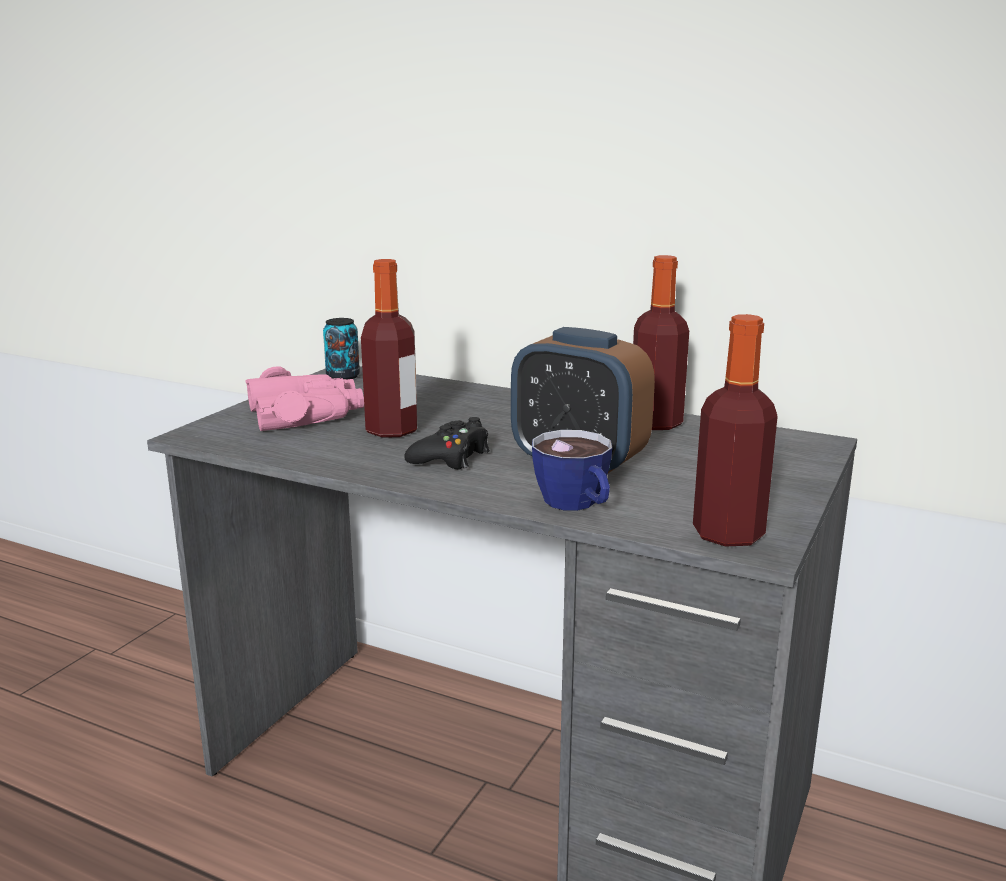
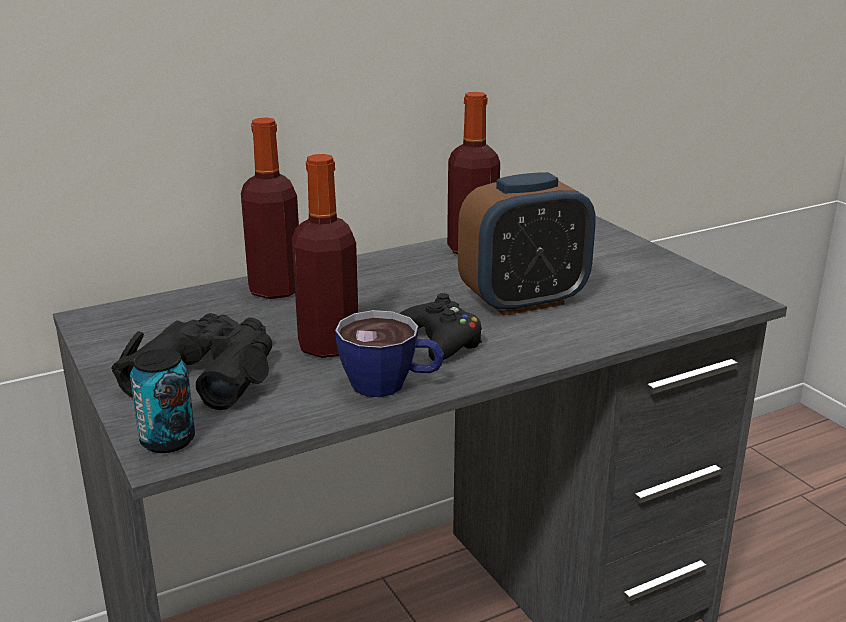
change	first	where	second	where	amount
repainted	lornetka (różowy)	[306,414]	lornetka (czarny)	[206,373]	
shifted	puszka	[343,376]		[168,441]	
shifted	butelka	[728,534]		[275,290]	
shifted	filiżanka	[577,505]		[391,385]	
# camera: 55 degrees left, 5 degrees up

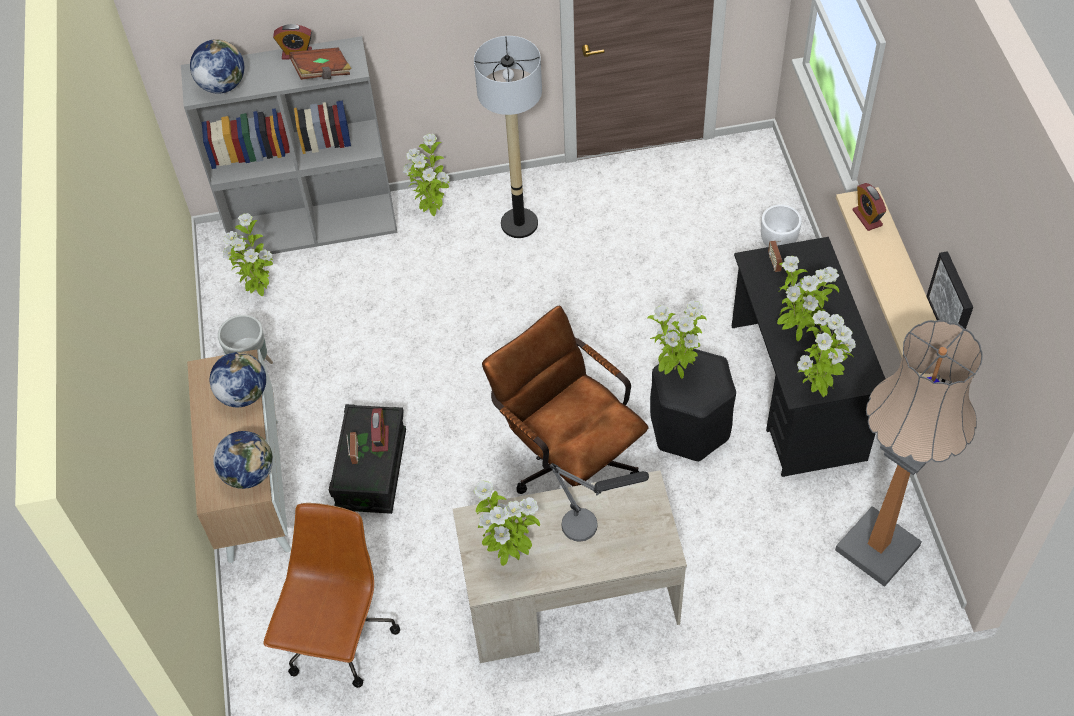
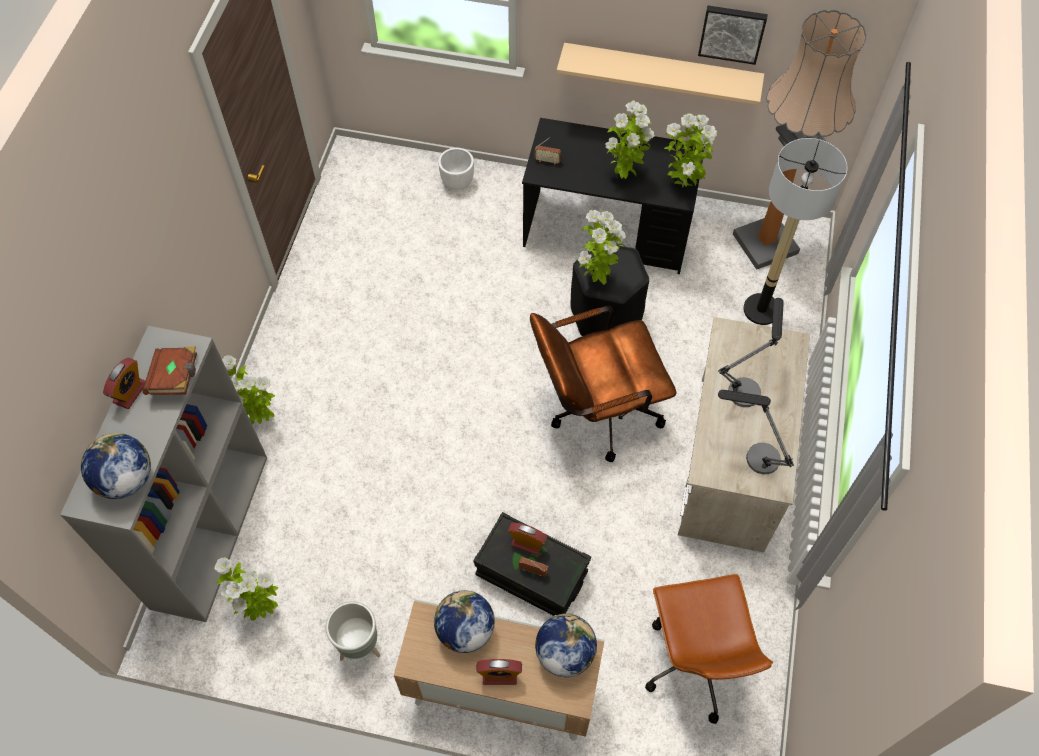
change	first	where	second	where	amount
shifted	budzik	[867,217]		[499,675]	
rotated	krzesło biurowe (brązowy)	[339,638]		[696,661]	135 degrees counterclockwise
swapped	roślina doniczkowa	[508,554]	lampa stołowa	[752,455]	
shifted	lampa stojąca	[519,223]		[761,309]	
# camera: 70 degrees left, 5 degrees up

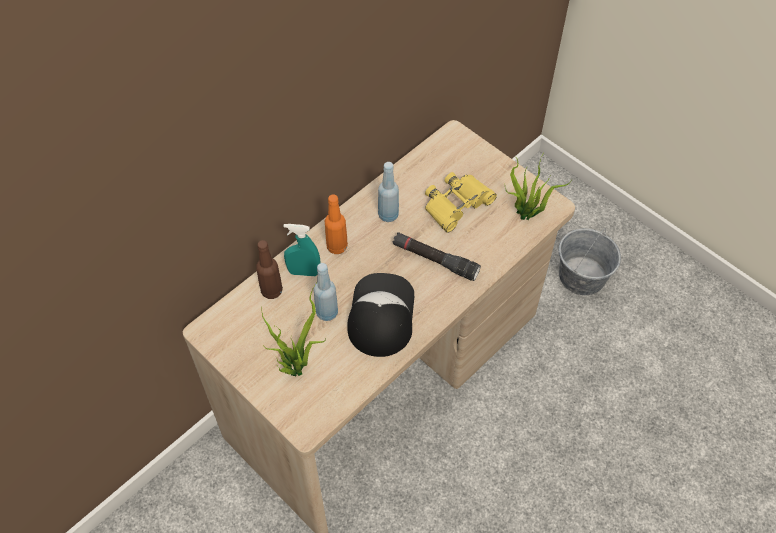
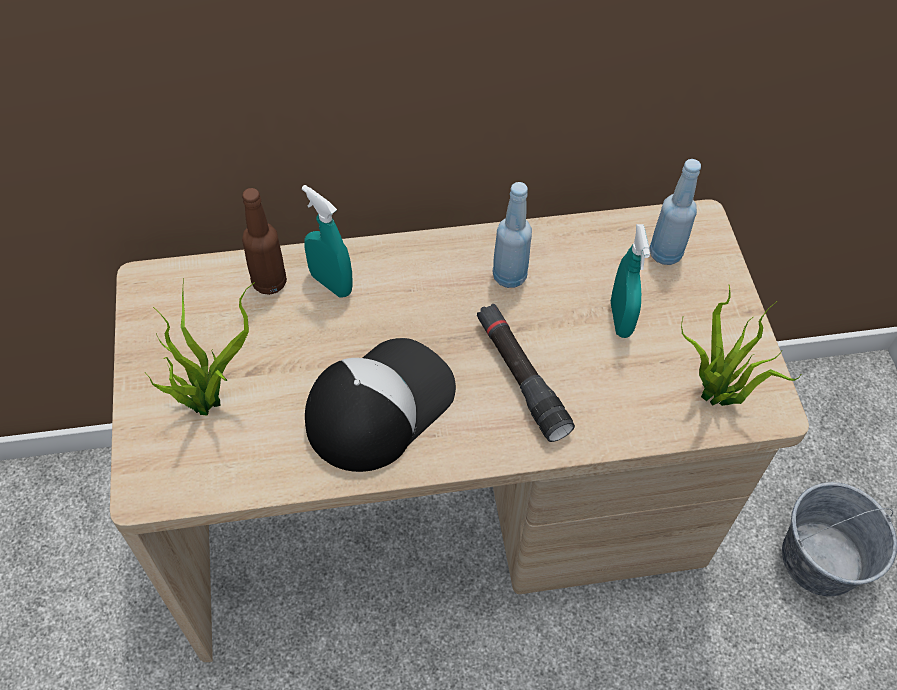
change	first	where	second	where	amount
swapped	lornetka (żółty)	[457,204]	spryskiwacz (turkusowy)	[620,319]	
shifted	butelka (niebieski)	[327,312]		[665,253]	
gone	butelka (pomarańczowy)	[336,247]			
# camera: 35 degrees right, 0 degrees up

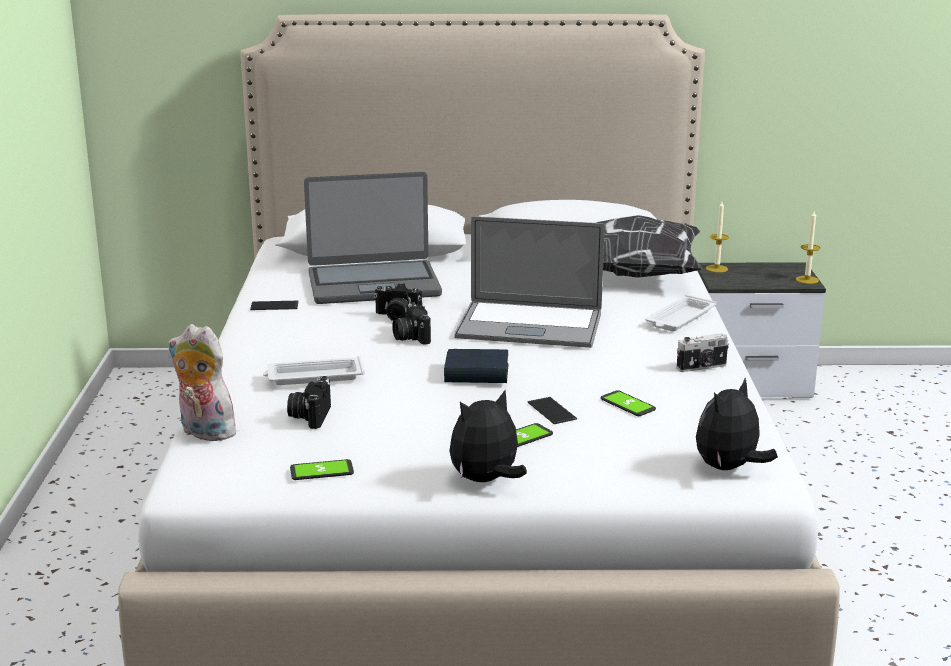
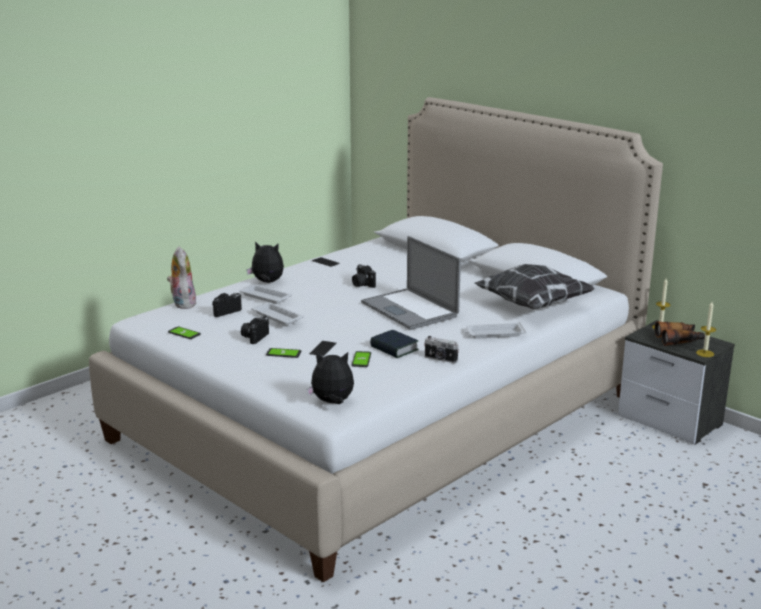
change	first	where	second	where	amount
shifted	aparat fotograficzny	[410,337]		[254,337]	
shifted	pluszak	[486,481]		[267,282]	
new			taca (biały)	[276,317]	
shifted	książka	[476,374]		[394,348]	
new			lornetka	[679,340]	
gone	laptop	[373,284]			
# camera: 45 degrees right, 0 degrees up

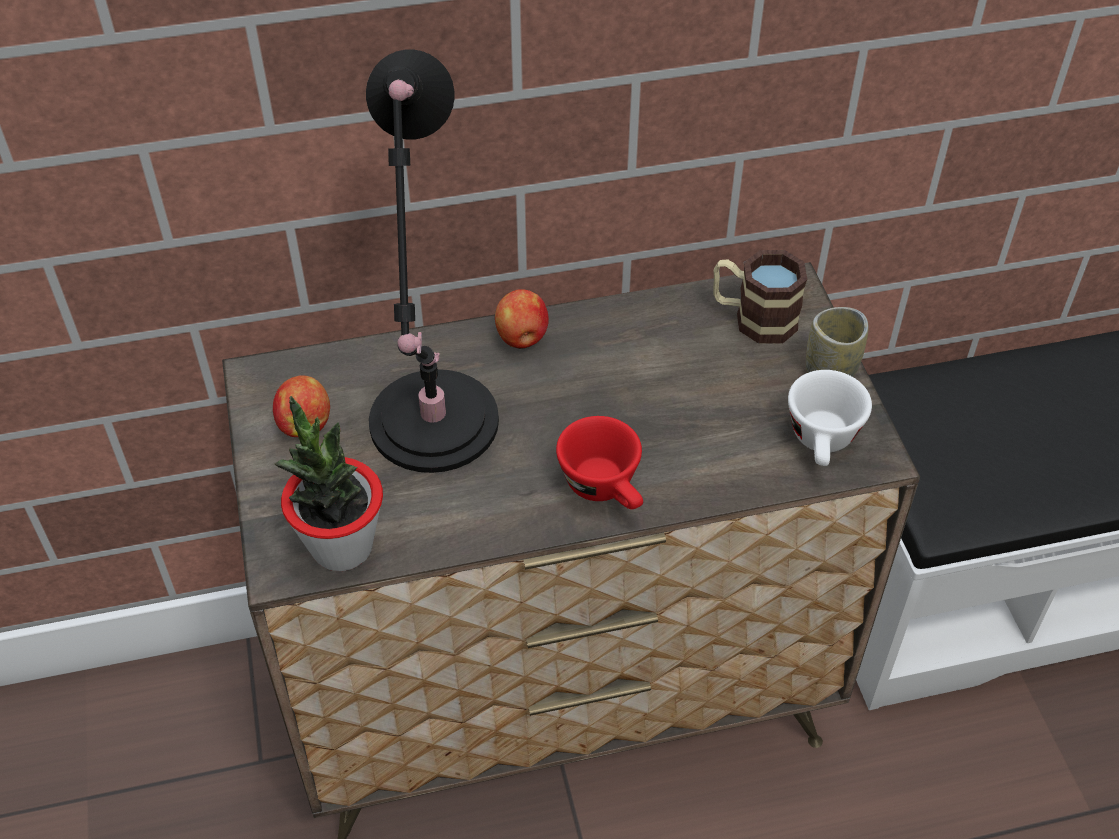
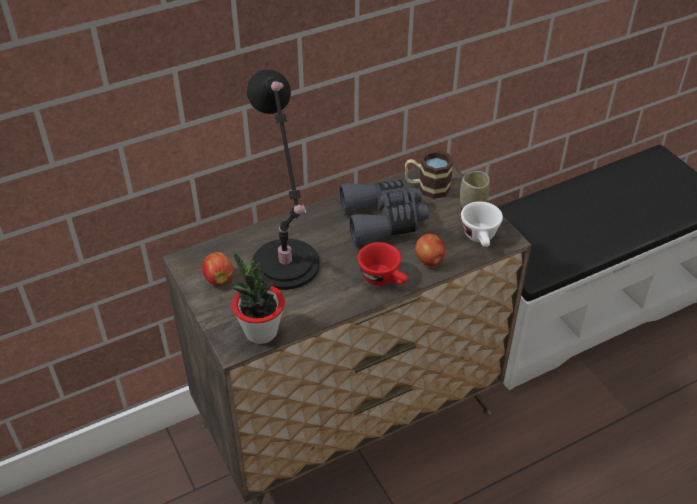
change	first	where	second	where	amount
new			lornetka (szary)	[383,220]	
shifted	jabłko	[522,338]		[429,260]	
# camera: 15 degrees left, 5 degrees down

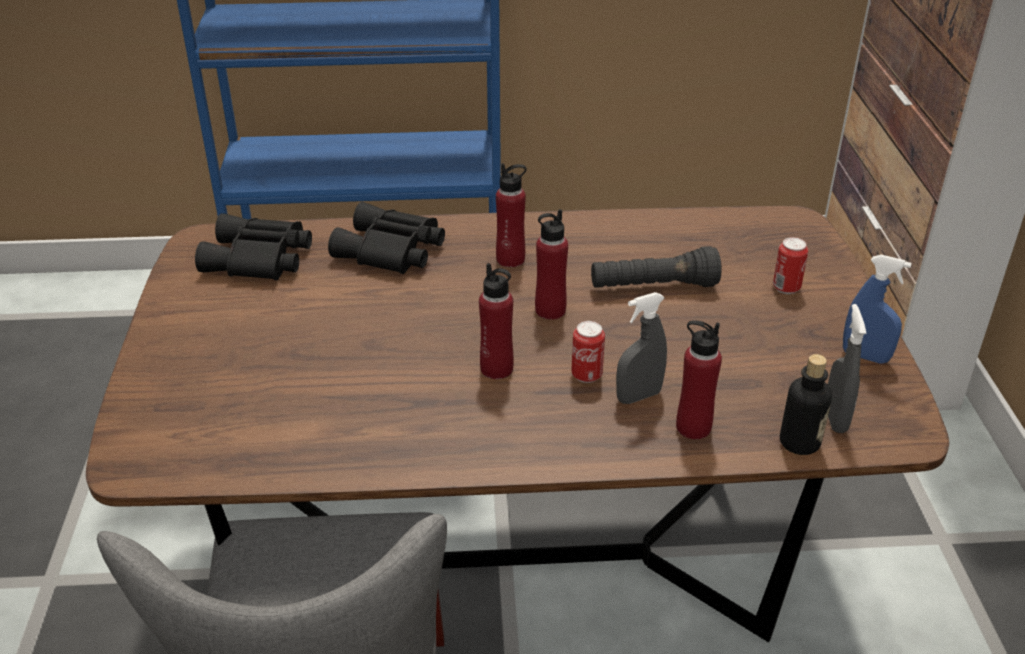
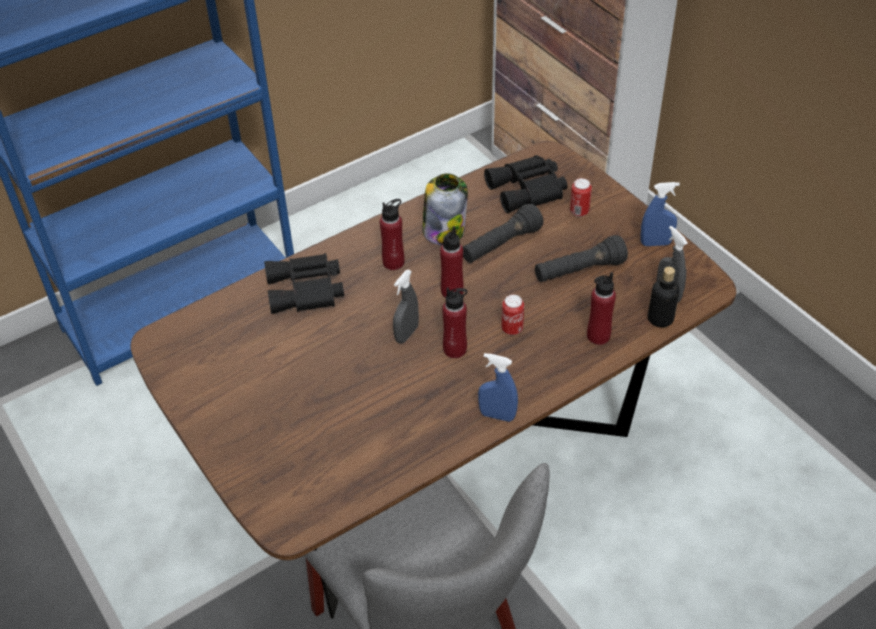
change	first	where	second	where	amount
shifted	spryskiwacz (szary)	[638,396]		[406,334]	
new			słoik	[444,230]	
new			spryskiwacz (niebieski)	[497,415]	
shifted	lornetka (czarny)	[259,260]		[528,190]	
new			latarka (czarny)	[579,271]	
# camera: 30 degrees left, 10 degrees up

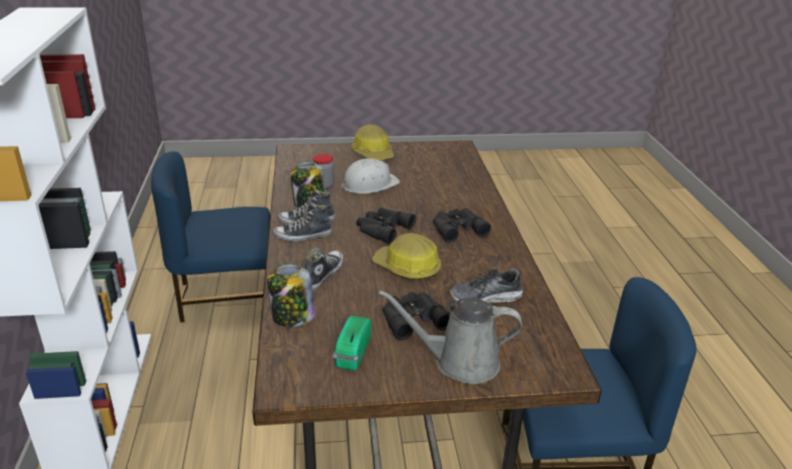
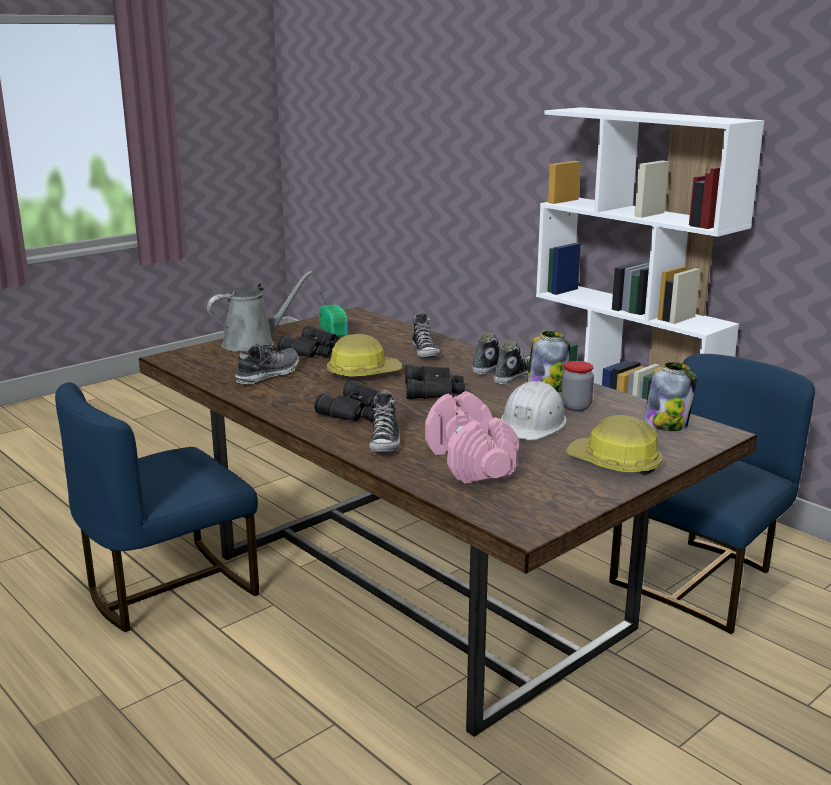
change	first	where	second	where	amount
new			but	[385,443]	
new			hantel (różowy)	[469,462]	
shifted	słoik	[292,317]		[666,424]	
# camera: 145 degrees right, 10 degrees down

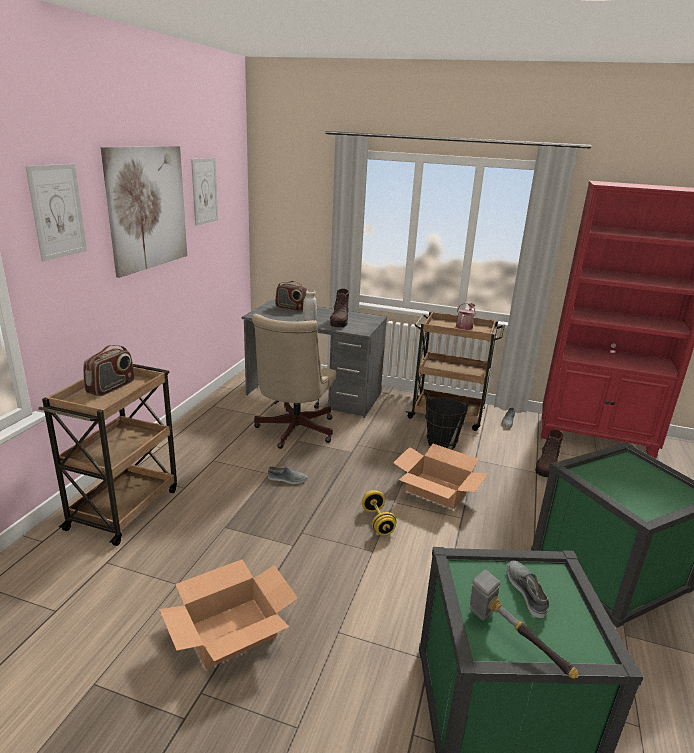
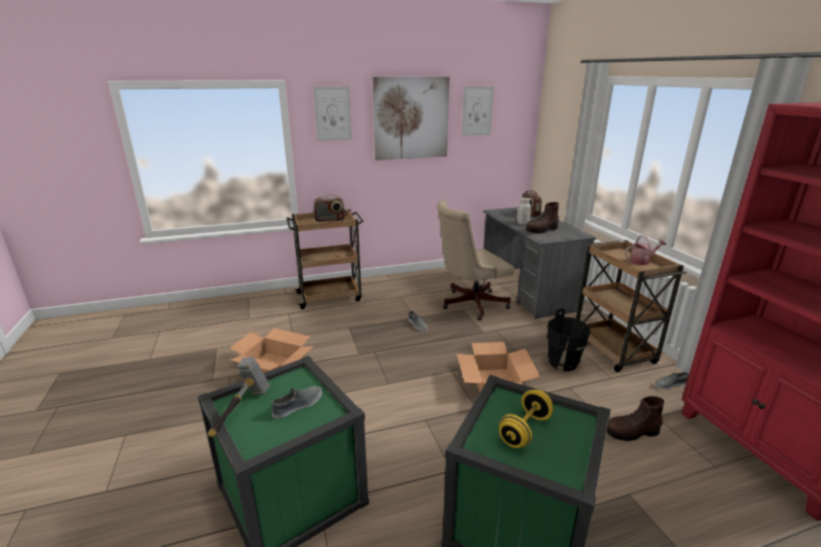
change	first	where	second	where	amount
shifted	hantel (żółty)	[377,522]		[524,430]	
# camera: 55 degrees right, 0 degrees up

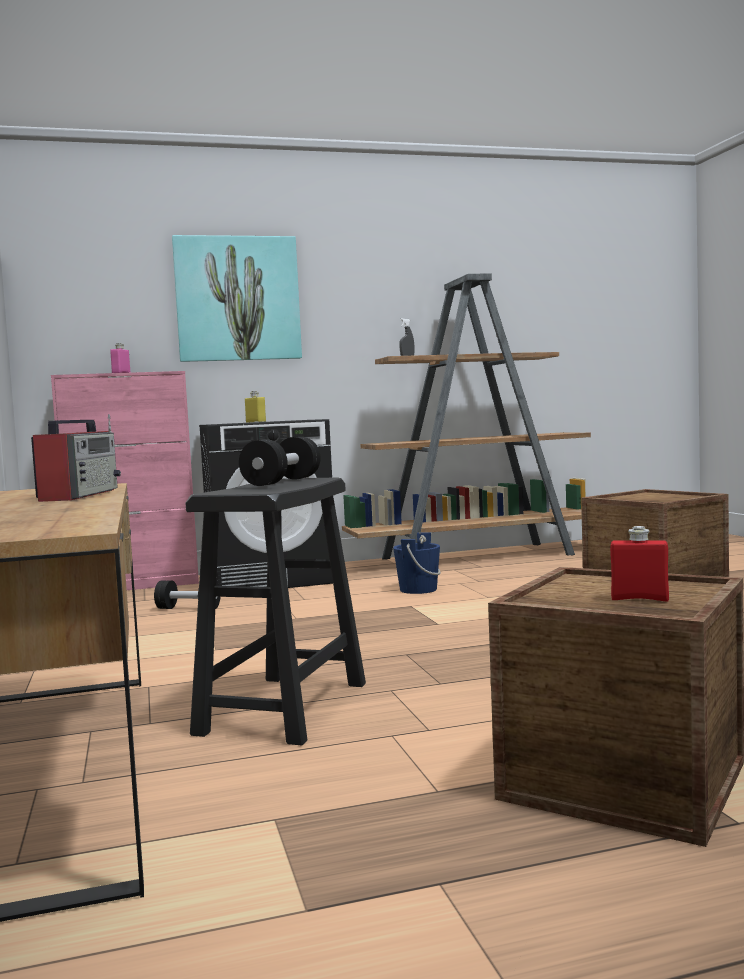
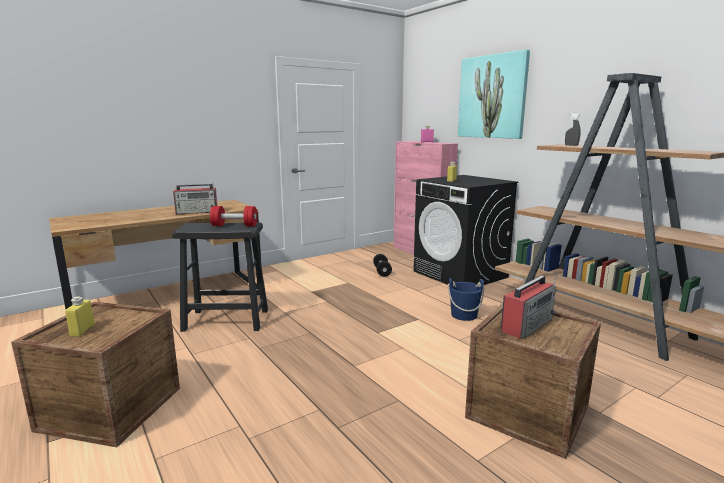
change	first	where	second	where	amount
repainted	butelka (czerwony)	[639,599]	butelka (żółty)	[82,330]	
repainted	hantel (czarny)	[282,482]	hantel (czerwony)	[234,226]	
new			radio	[527,325]	
# camera: 70 degrees right, 10 degrees up

